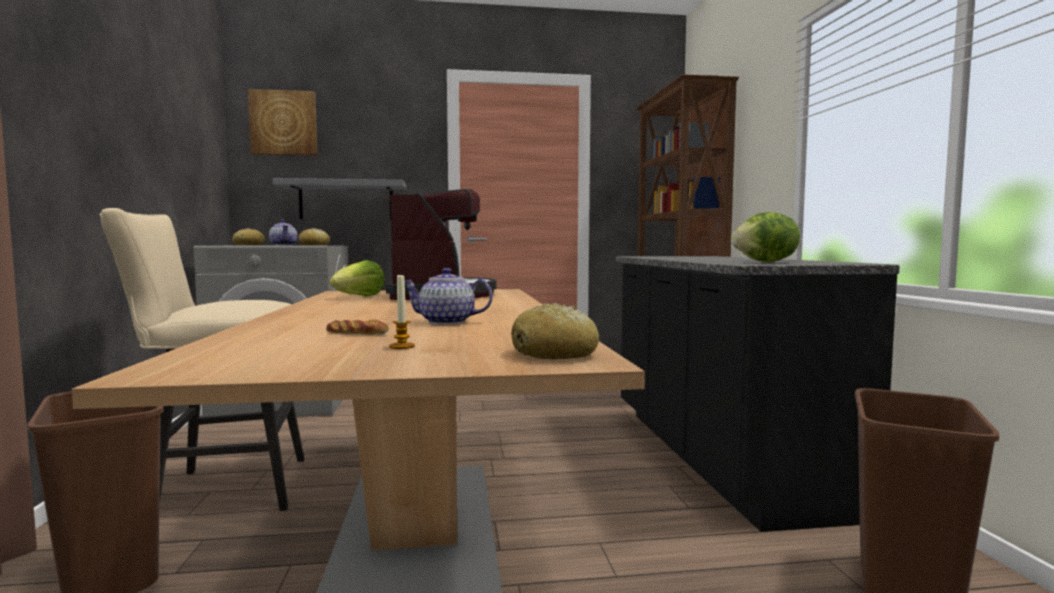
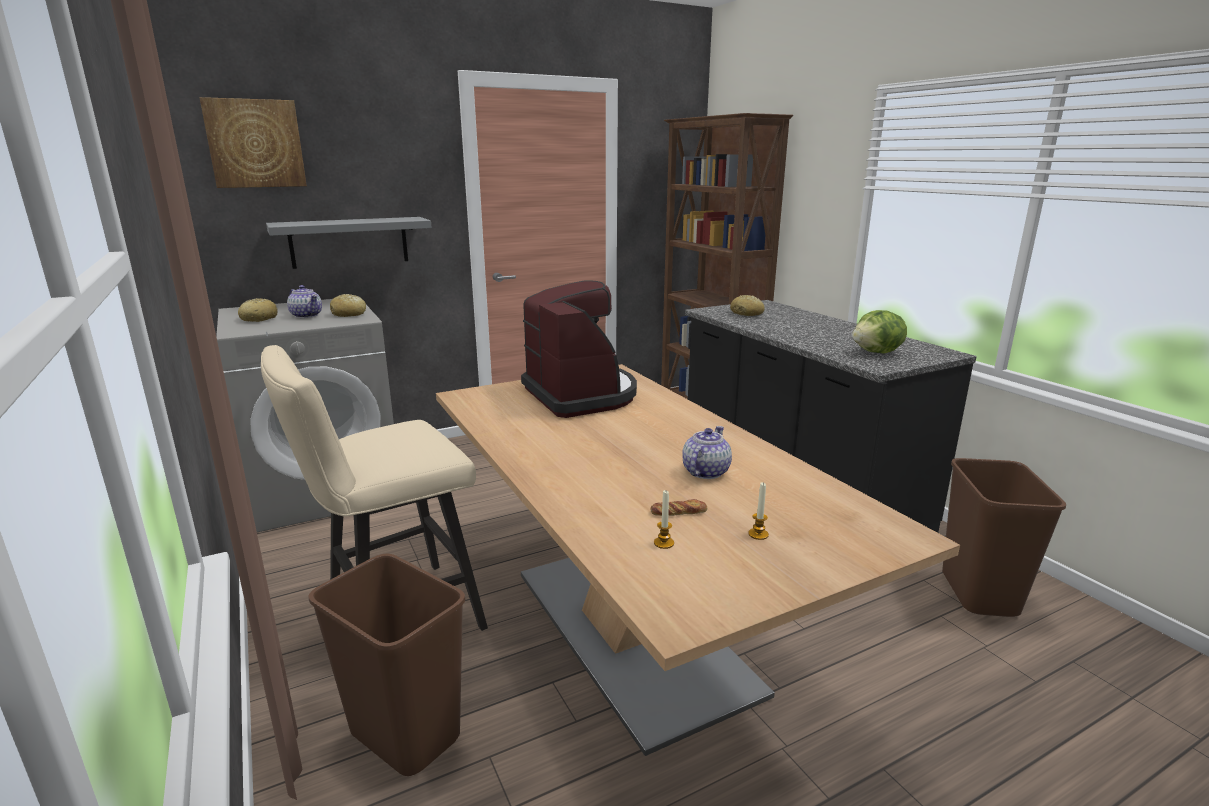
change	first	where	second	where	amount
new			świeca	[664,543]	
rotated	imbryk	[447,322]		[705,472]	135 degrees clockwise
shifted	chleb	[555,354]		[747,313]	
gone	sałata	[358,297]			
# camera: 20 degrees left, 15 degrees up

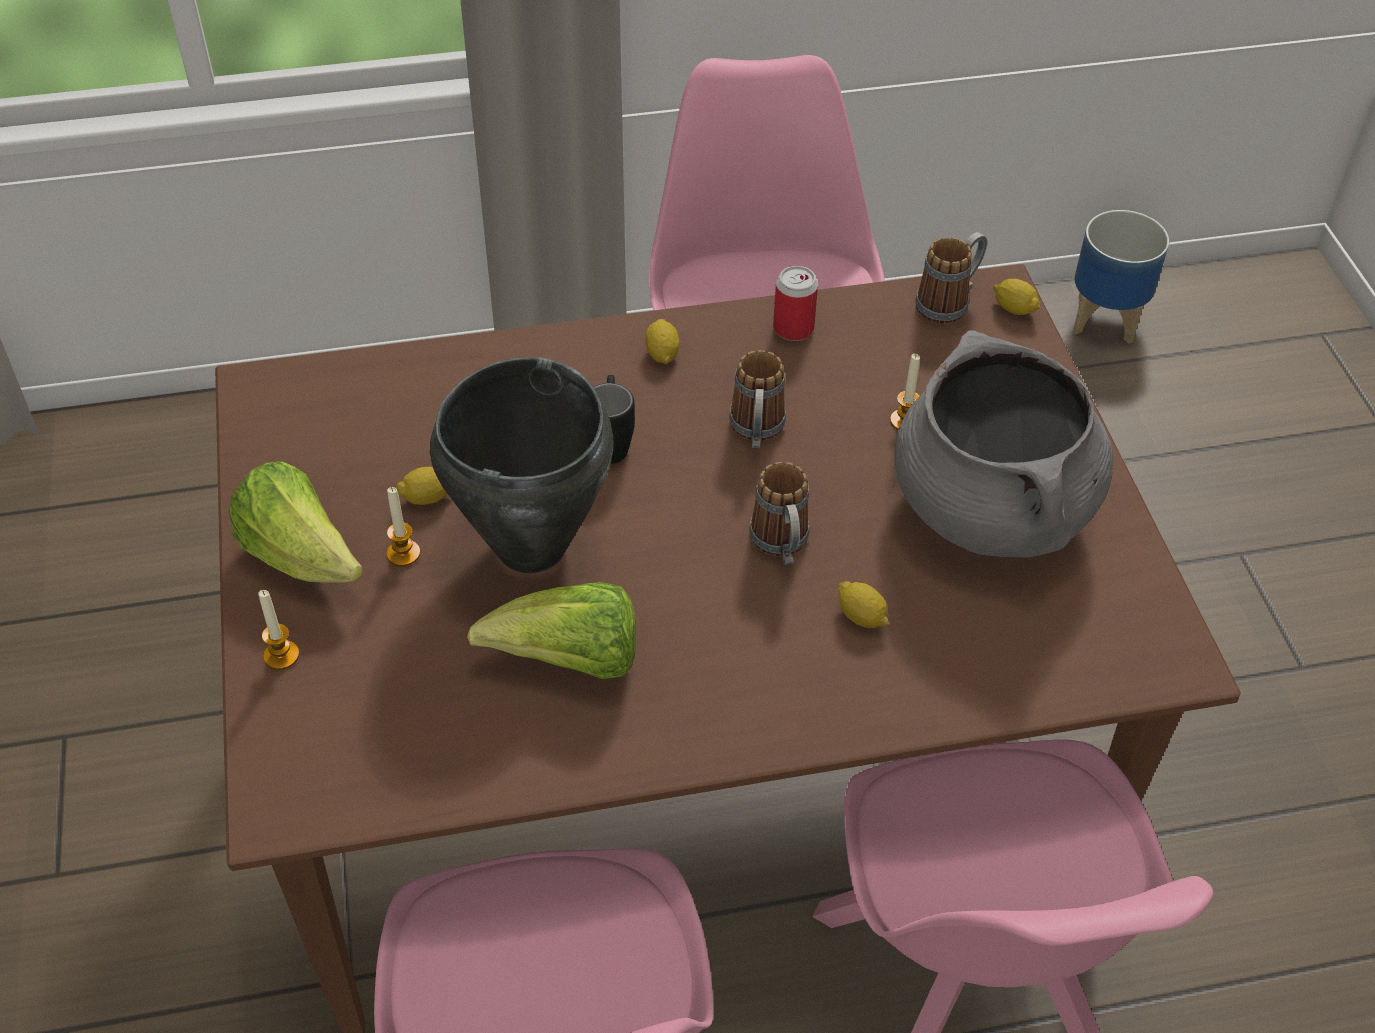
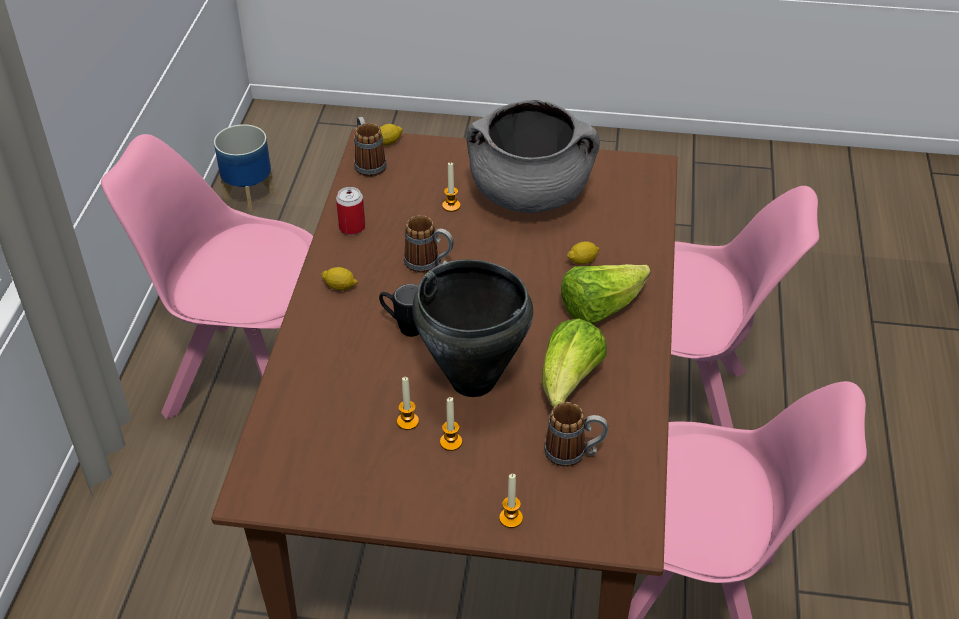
change	first	where	second	where	amount
swapped	cytryna	[427,497]	świeca	[407,421]	
shifted	kubek	[781,546]		[574,453]	
shifted	sałata	[301,556]		[600,308]	
# camera: 70 degrees left, 5 degrees down

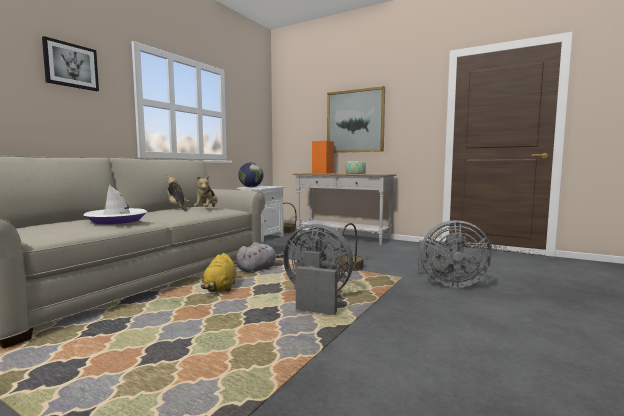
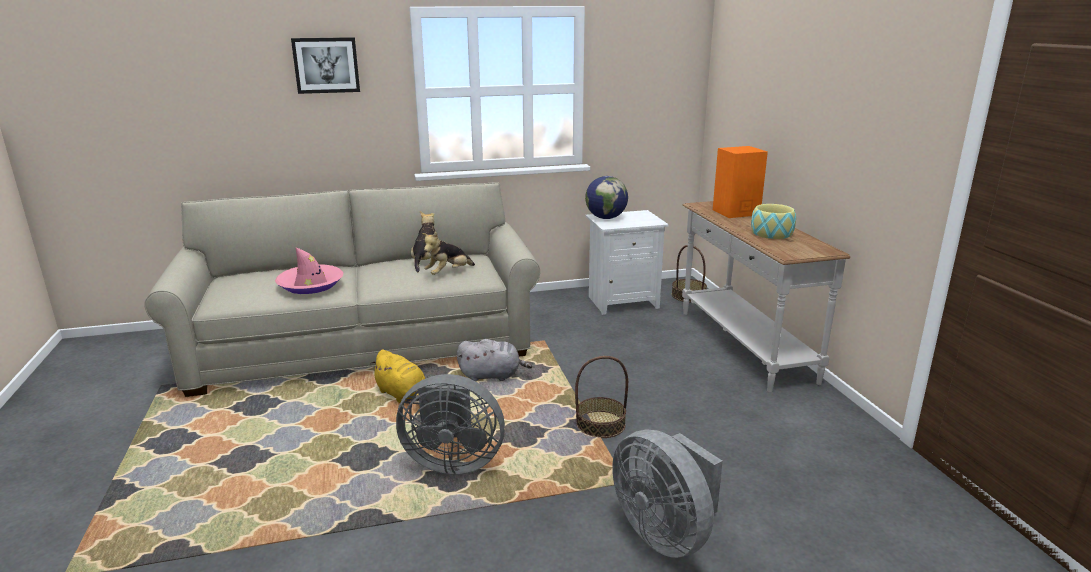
change	first	where	second	where	amount
repainted	kapelusz (biały)	[117,221]	kapelusz (różowy)	[311,285]	
rotated	pluszak (żółty)	[220,289]		[402,394]	90 degrees counterclockwise
rotated	wentylator (szary)	[316,298]		[452,461]	120 degrees clockwise
gone	obraz	[355,121]			
# camera: 45 degrees right, 15 degrees up

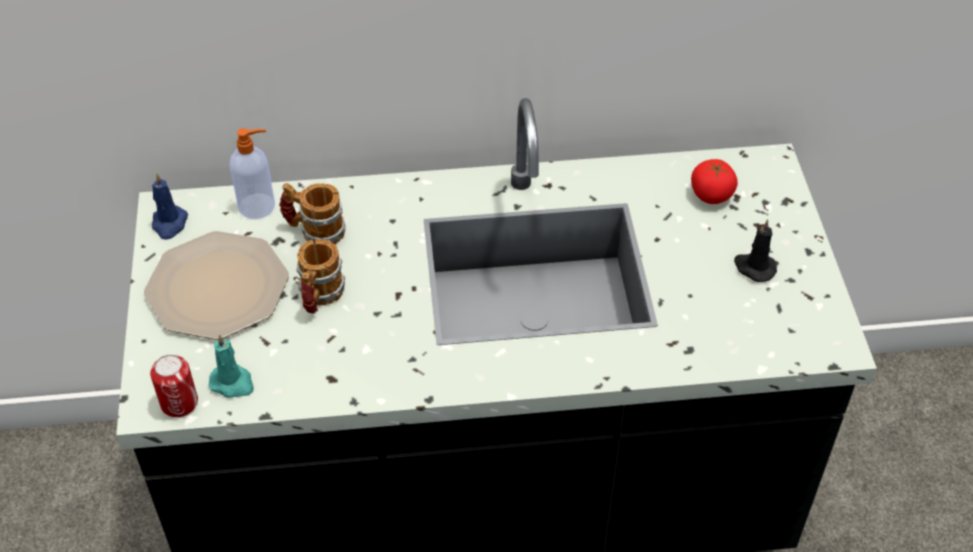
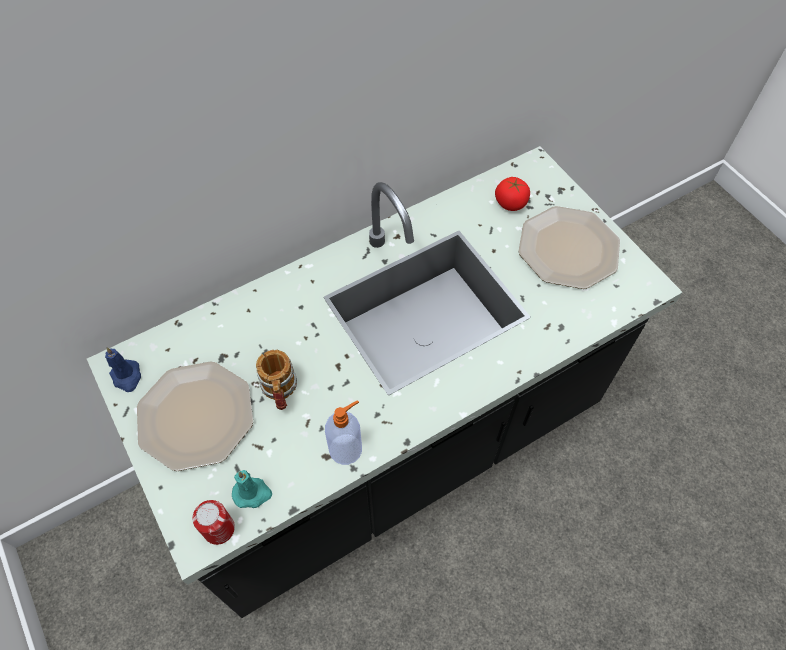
change	first	where	second	where	amount
shifted	dozownik mydła	[258,206]		[346,448]	
swapped	świeca (czarny)	[754,267]	talerz	[567,248]	
gone	kubek	[314,230]			
# camera: 25 degrees left, 10 degrees up

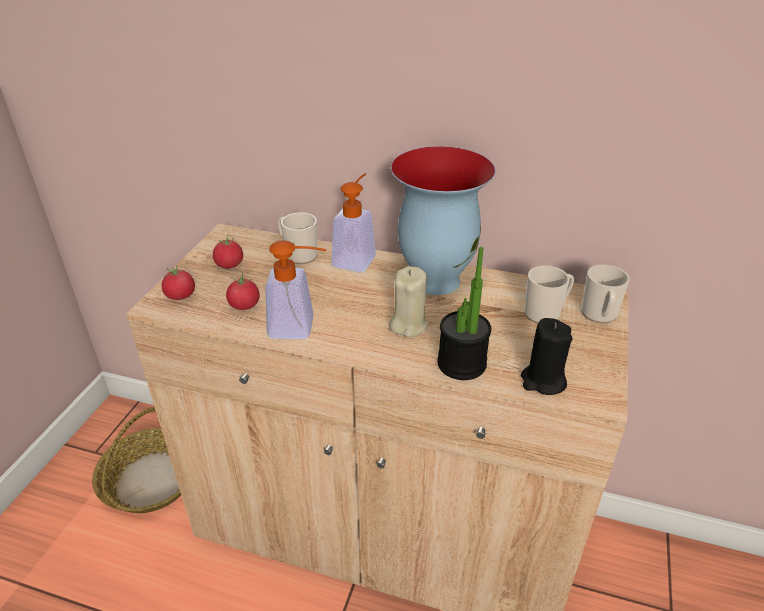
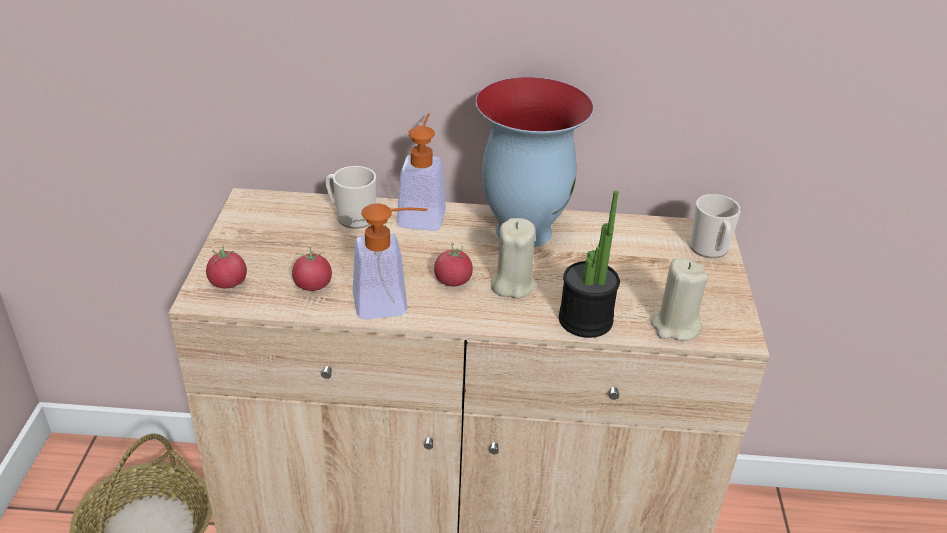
change	first	where	second	where	amount
shifted	pomidor	[229,265]		[453,281]	
repainted	świeca (czarny)	[543,381]	świeca (beżowy)	[675,327]	
gone	kubek	[545,313]			
# camera: 15 degrees left, 0 degrees up

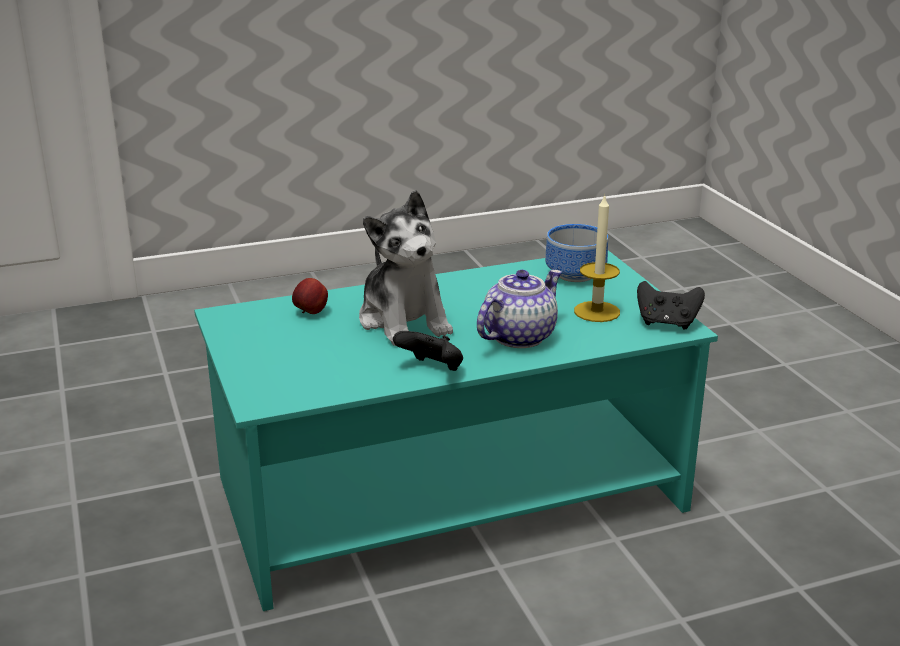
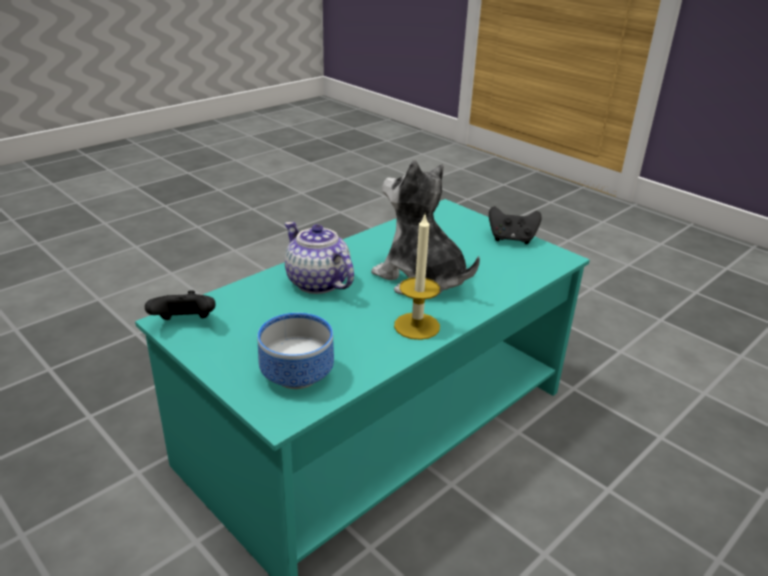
change	first	where	second	where	amount
rotated	imbryk	[518,336]		[316,282]	120 degrees clockwise
shifted	świeca	[597,311]		[417,326]	
shifted	pad do gier (czarny)	[432,369]		[511,239]	
gone	jabłko	[311,312]			
# camera: 155 degrees right, 5 degrees up

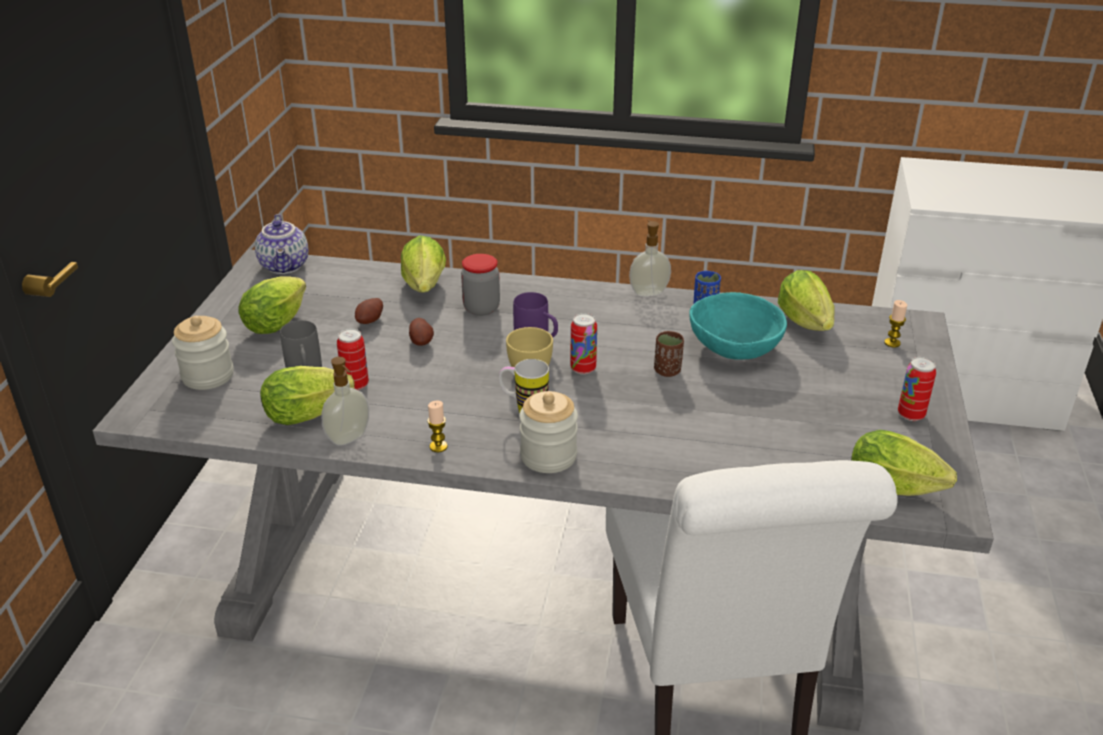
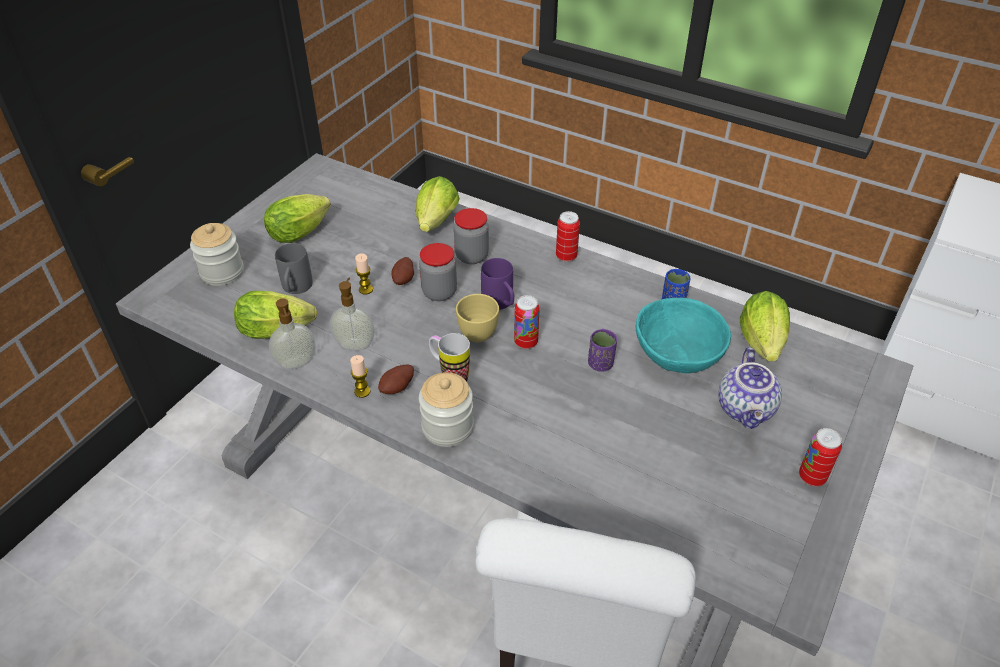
change	first	where	second	where	amount
shifted	dozownik mydła	[648,292]		[355,344]	
shifted	świeca	[892,343]		[366,289]	
shifted	ziemniak	[371,321]		[398,388]	
new			słoik	[439,292]	
shifted	puszka	[355,385]		[566,256]	
repainted	filiżanka (brązowy)	[667,371]	filiżanka (fioletowy)	[600,364]	
shifted	imbryk	[286,266]		[746,409]	
gone	sałata	[898,489]			
# camera: 20 degrees right, 10 degrees up

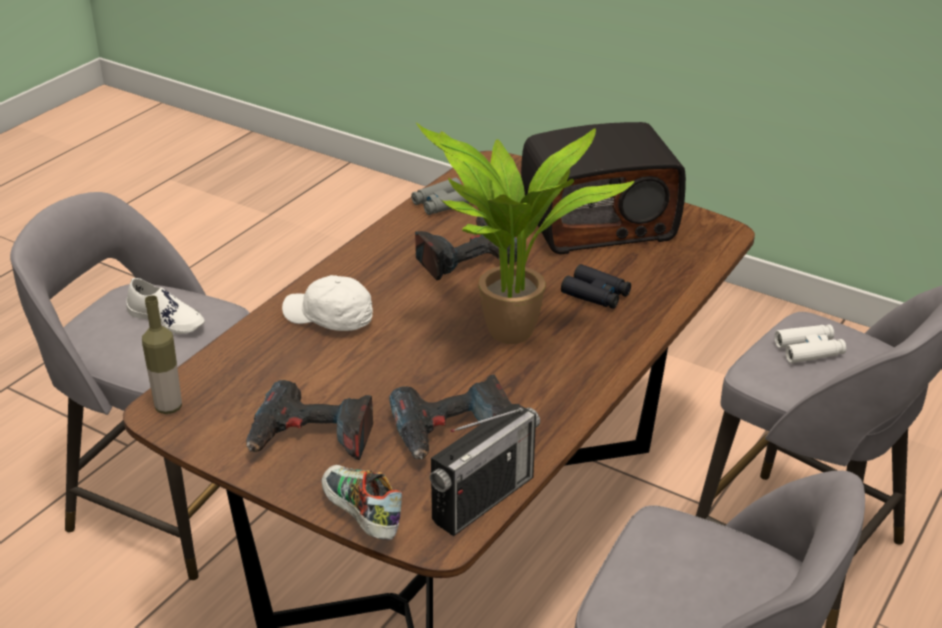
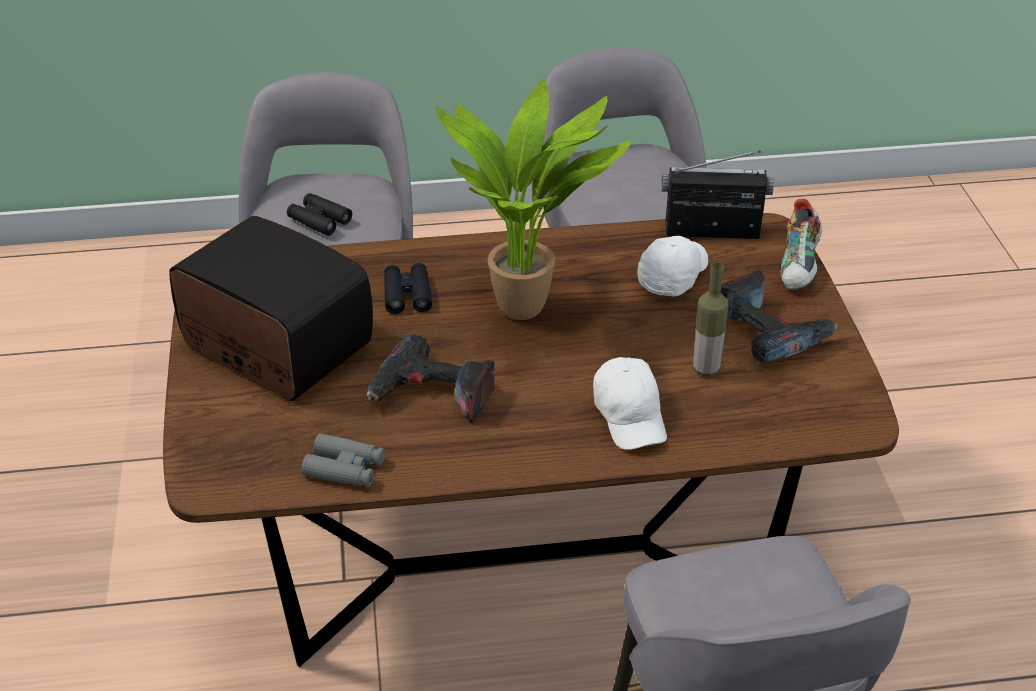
change	first	where	second	where	amount
repainted	lornetka (biały)	[809,350]	lornetka (czarny)	[319,220]	
swapped	wiertarka	[451,432]	czapka z daszkiem (biały)	[672,275]	
shifted	butelka	[168,407]		[705,369]	
gone	but (biały)	[167,319]			
# camera: 130 degrees left, 5 degrees up

